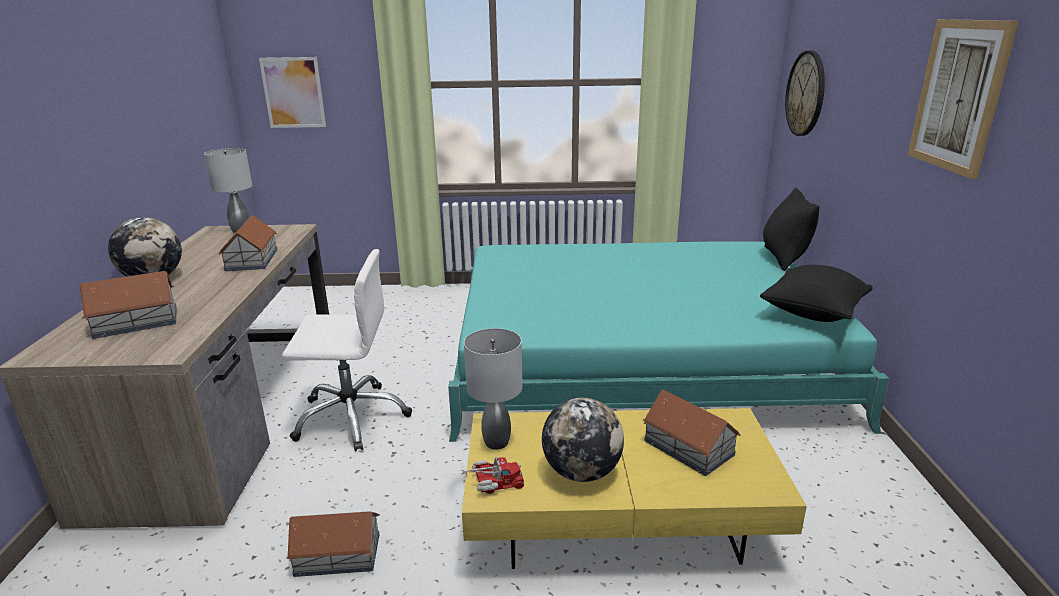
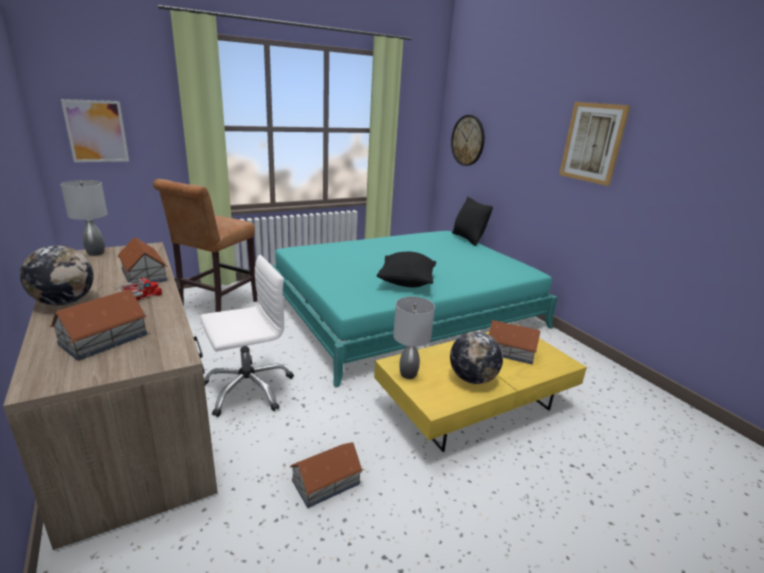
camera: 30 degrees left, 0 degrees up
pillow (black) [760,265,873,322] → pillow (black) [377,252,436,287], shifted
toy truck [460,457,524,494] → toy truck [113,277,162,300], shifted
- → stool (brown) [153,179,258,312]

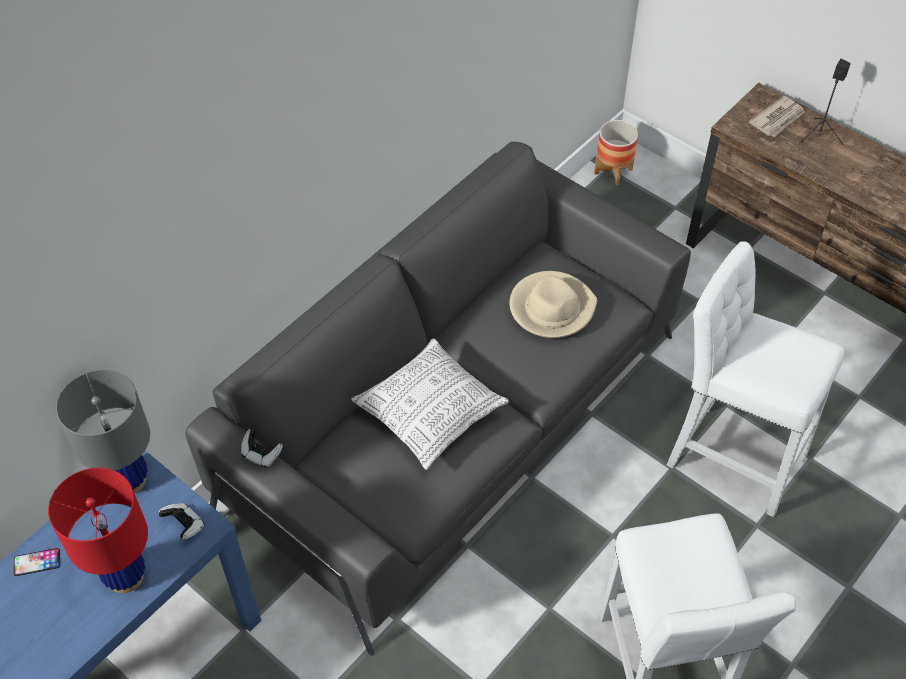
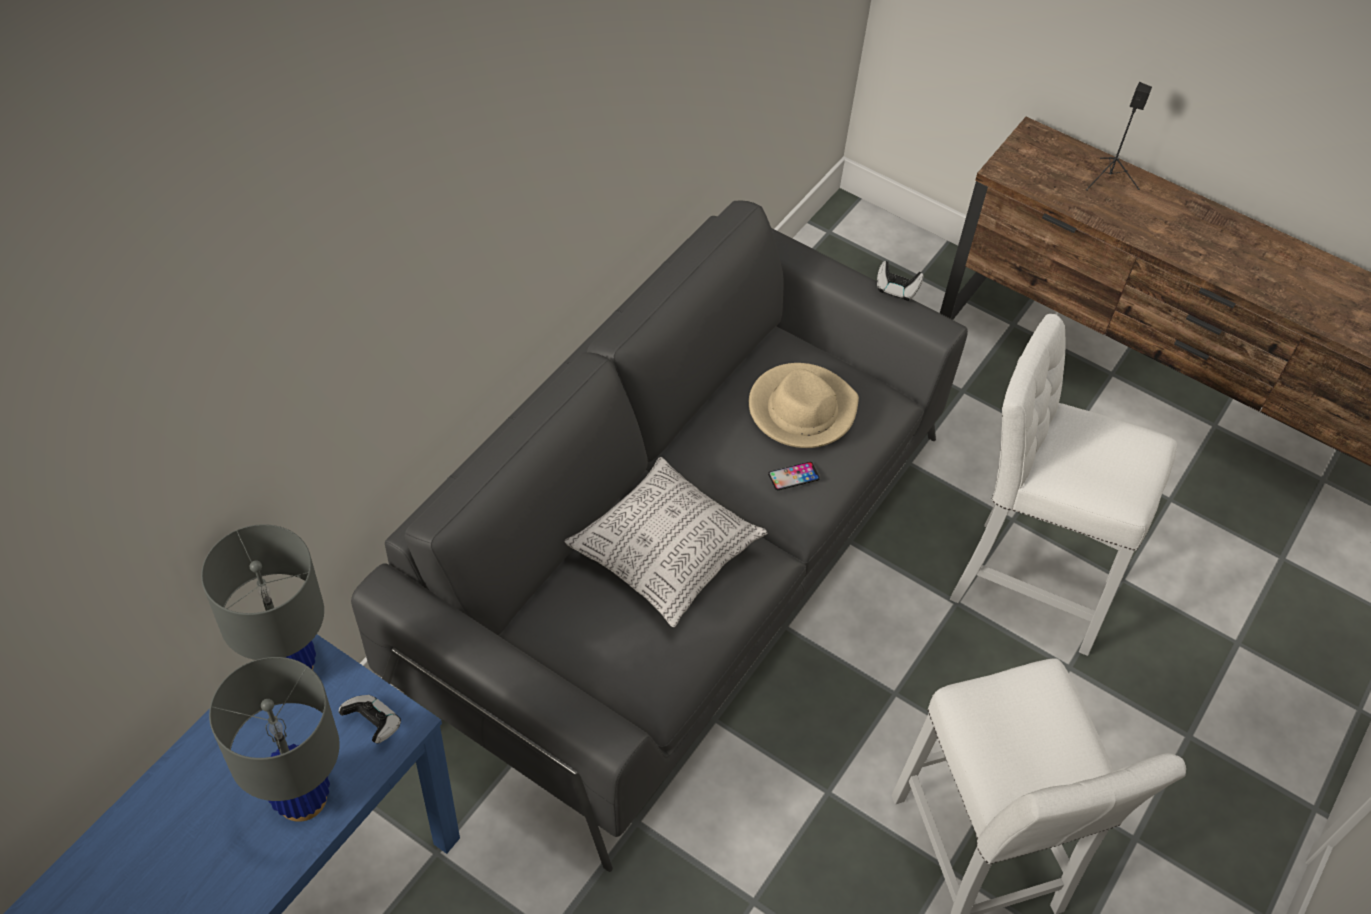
camera: 10 degrees left, 0 degrees up
newspaper [749,96,805,137] → -
planter [594,120,638,185] → -
game controller [241,429,283,468] → game controller [877,261,924,301], shifted
table lamp (red) [48,468,148,593] → table lamp (grey) [209,657,340,822]
phone [14,548,60,576] → phone [768,462,820,490], shifted

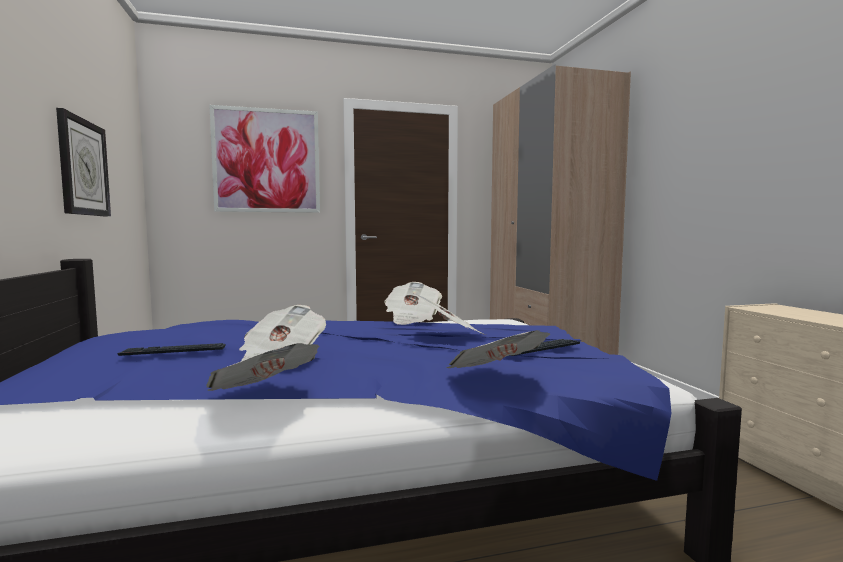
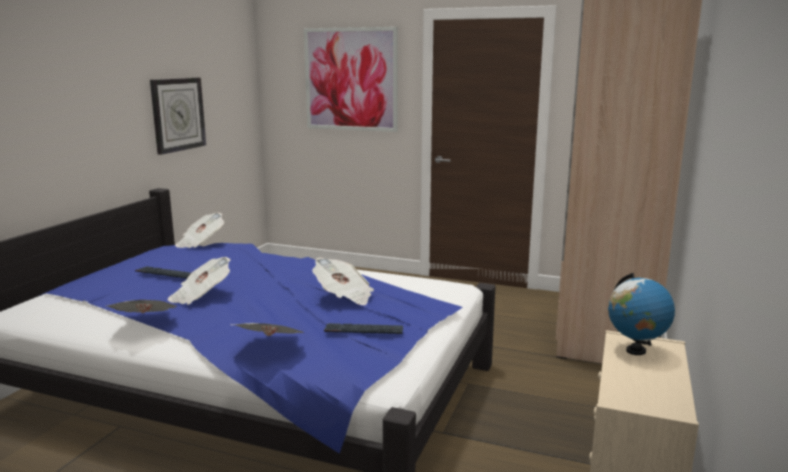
camera: 35 degrees right, 10 degrees up
newspaper [384,282,442,325] → newspaper [175,212,224,248], shifted
- → globe [608,273,675,355]

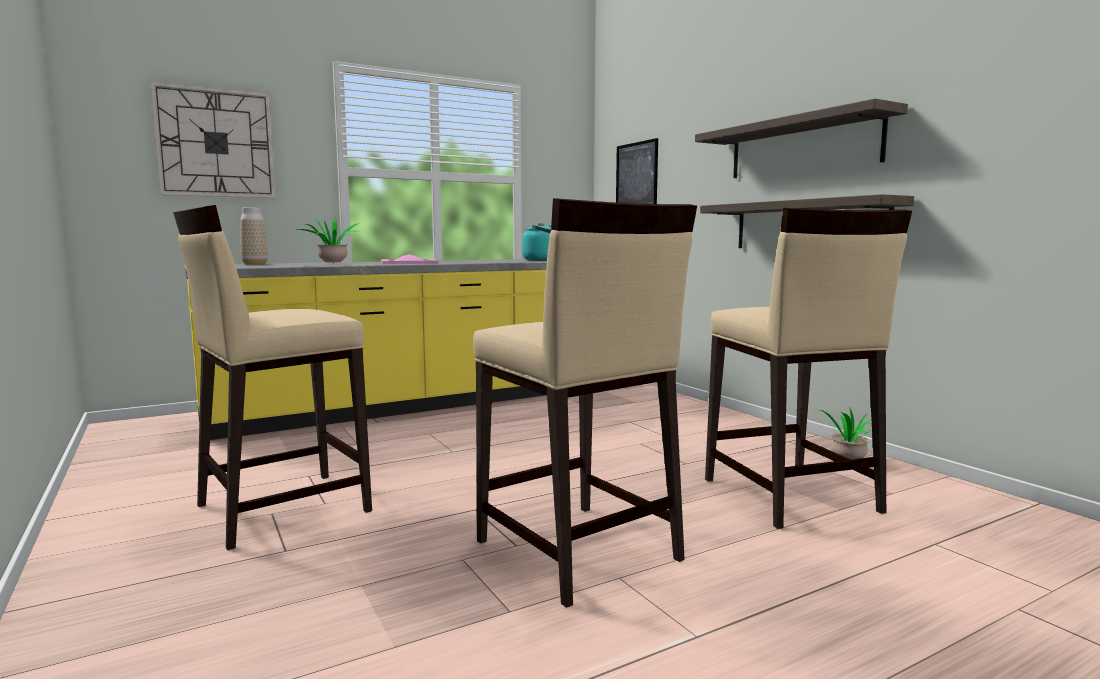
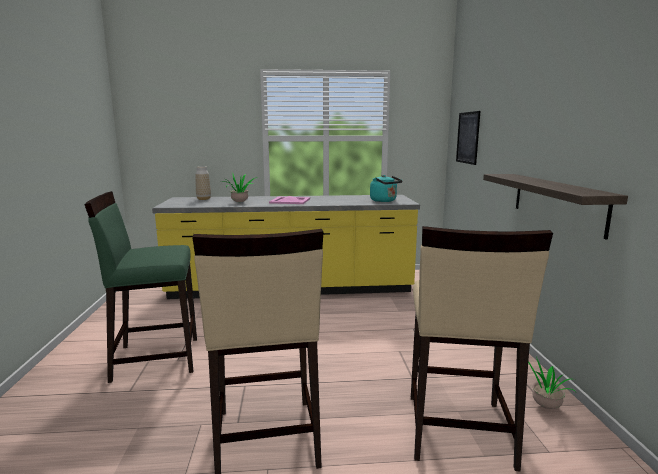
camera: 25 degrees right, 5 degrees up
wall clock [150,82,276,198] → -
shelf [695,99,908,178] → -
stool (beige) [173,205,372,550] → stool (green) [85,191,197,383]

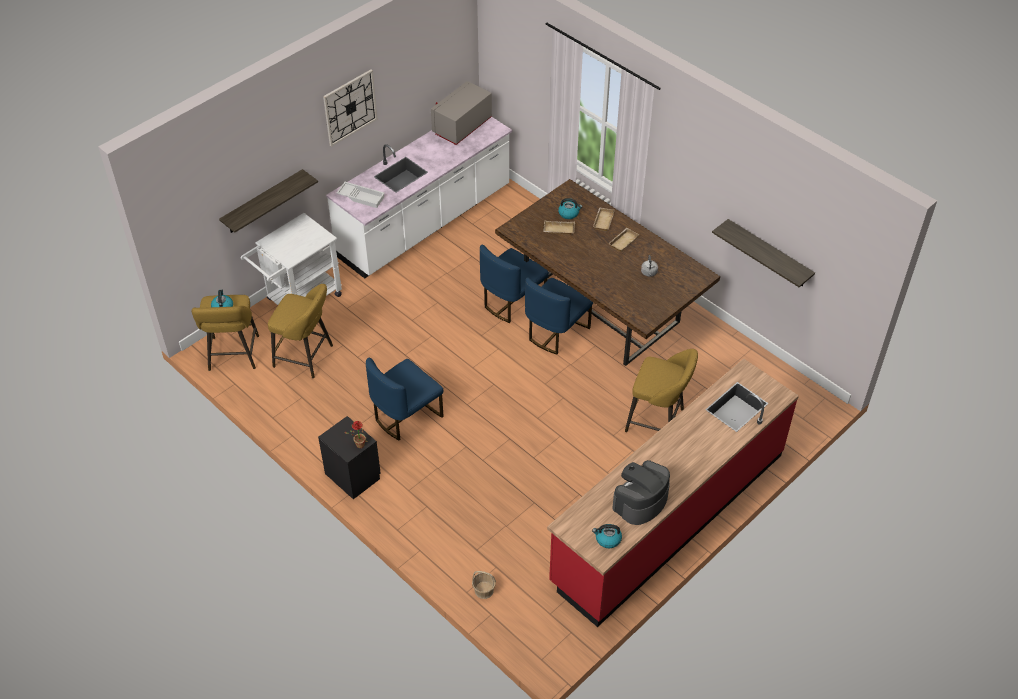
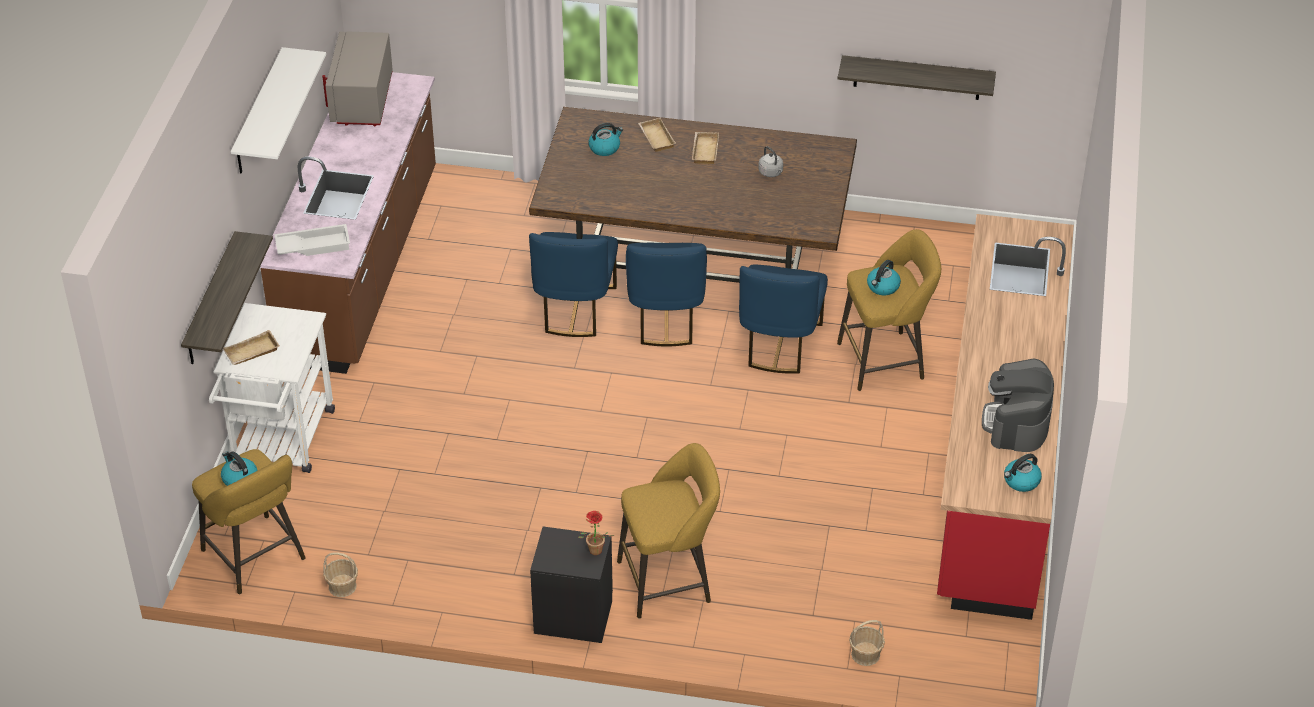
camera: 35 degrees left, 5 degrees down
wall clock [323,69,377,147] → shelf (white) [231,47,326,173]
counter (white) [326,117,512,279] → counter (brown) [260,72,436,374]
tray (beige) [543,221,575,235] → tray (beige) [223,330,280,365], shifted
stool (yellow) [268,284,333,378] → stool (yellow) [617,443,720,619], shifted
chair (blue) [366,358,443,440] → chair (blue) [739,264,828,374], shifted
- → kettle [867,260,901,295]
- → basket [323,552,358,597]

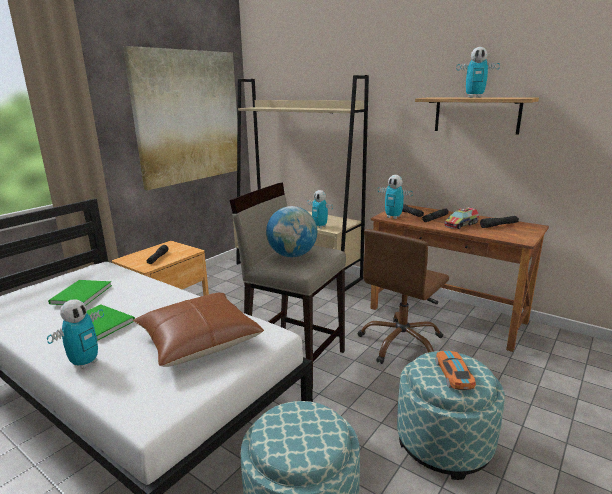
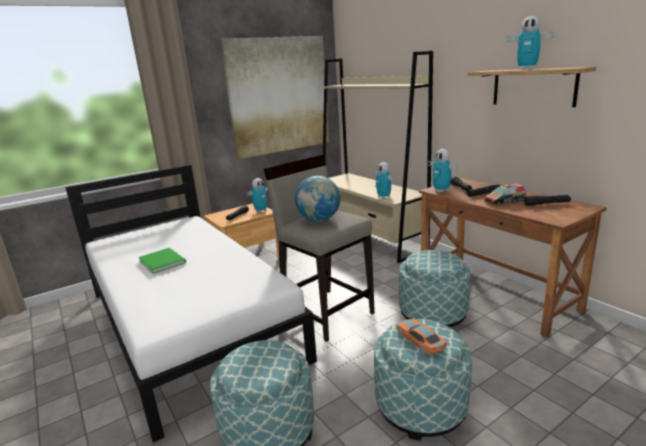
camera: 20 degrees right, 0 degrees up
office chair (brown) [358,229,449,364] → ottoman [399,250,470,327]
book (green) [48,280,112,306] → -
pillow (brown) [132,293,264,367] → -
toy robot [47,299,104,369] → toy robot [246,178,268,213], shifted
toy car [435,351,476,390] → toy car [397,319,447,355], 45 degrees counterclockwise

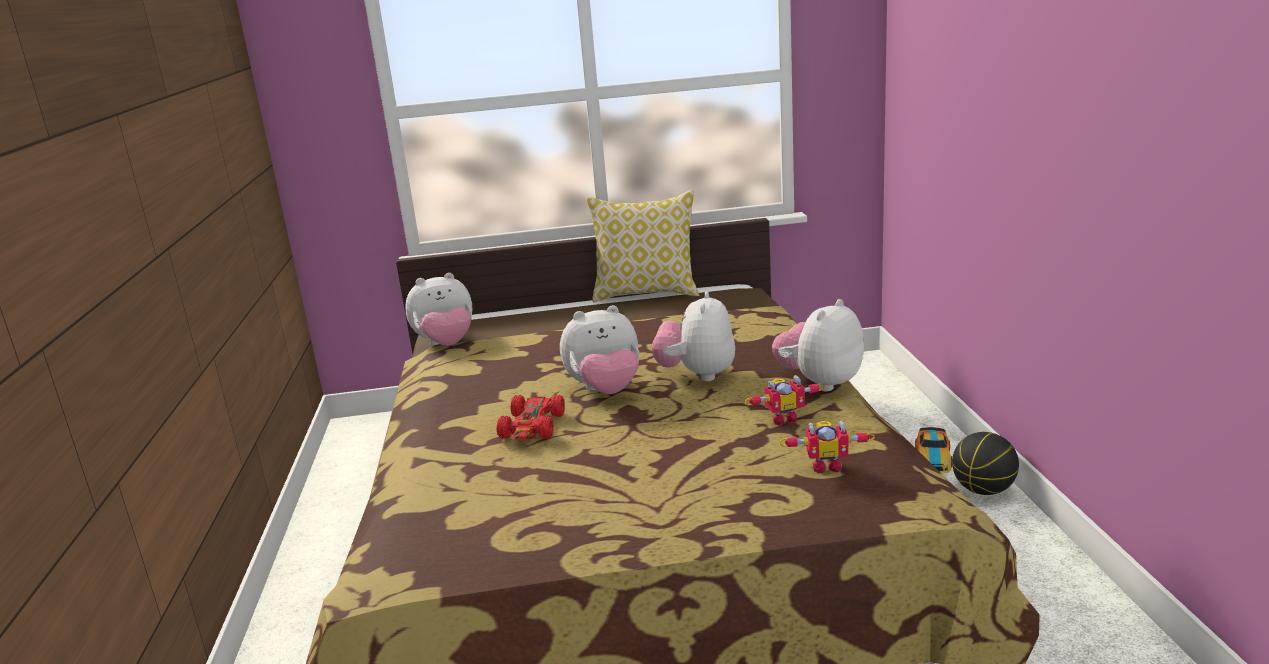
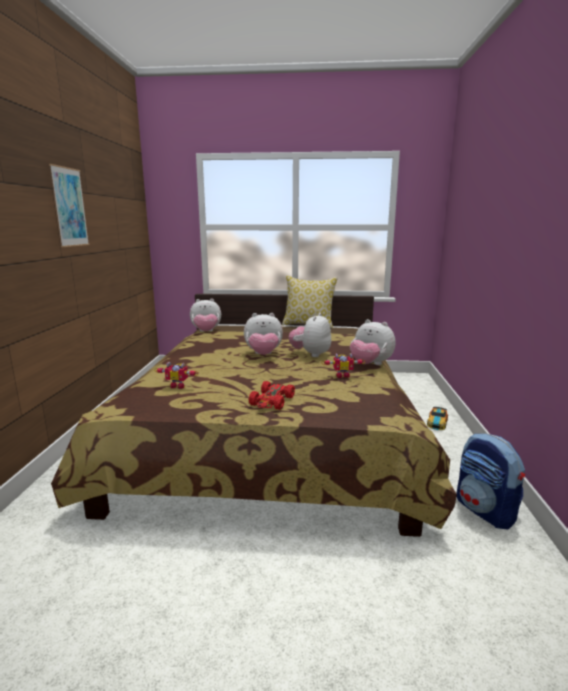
camera: 10 degrees right, 5 degrees down
plush toy [772,299,864,391] → plush toy [350,319,395,365], 105 degrees counterclockwise
toy car (red) [496,395,565,441] → toy car (red) [248,381,295,410], shifted
toy robot [779,420,875,473] → toy robot [154,362,198,389], shifted
basketball [952,432,1019,495] → -
- → picture [49,164,89,247]
- → backpack [456,433,525,530]

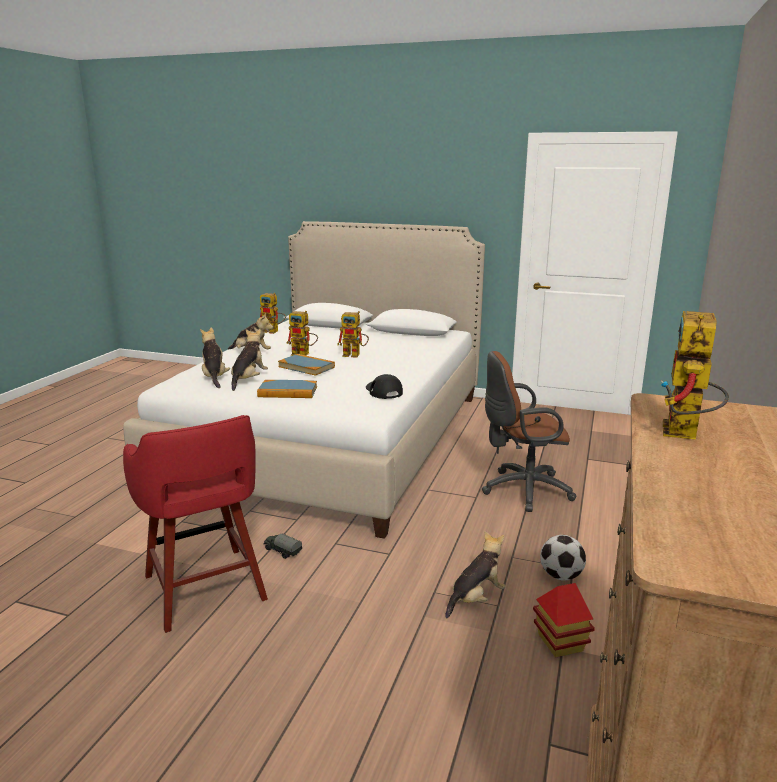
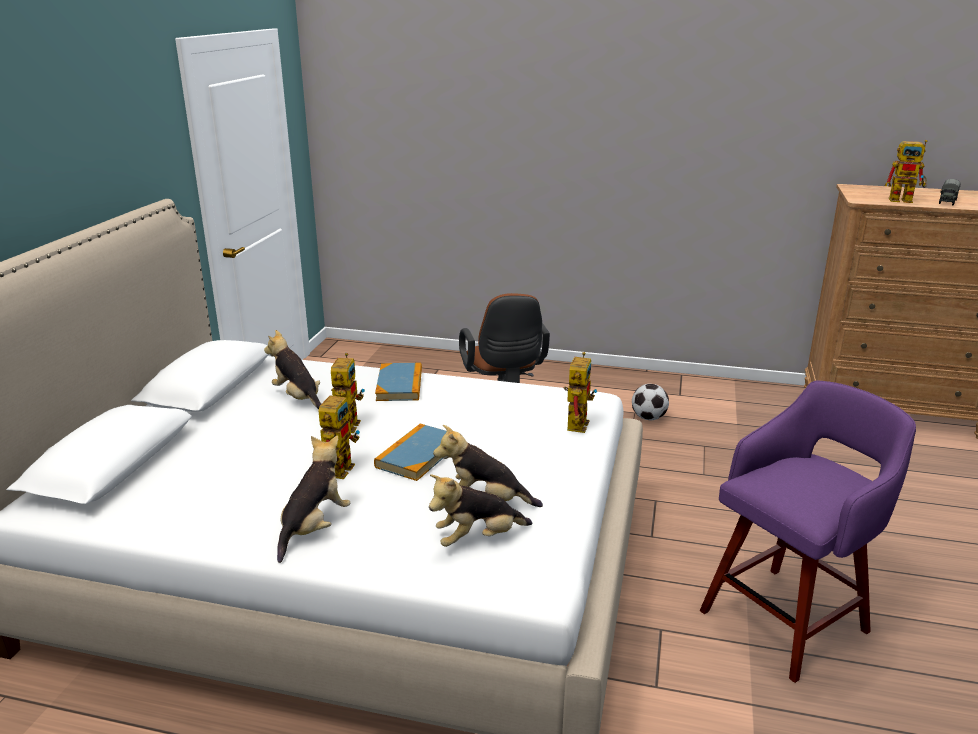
camera: 95 degrees left, 5 degrees up
toy robot [260,293,286,334] → toy robot [563,352,597,433], shifted
cap (black) [366,374,403,399] → -
book [257,380,317,398] → book [375,363,422,401], shifted
stool (red) [123,415,268,633] → stool (purple) [700,381,916,683]
plush toy [445,531,505,618] → plush toy [264,330,321,409], shifted
toy truck [263,533,302,559] → toy truck [939,179,960,205], shifted
toy house [533,583,595,658] → -

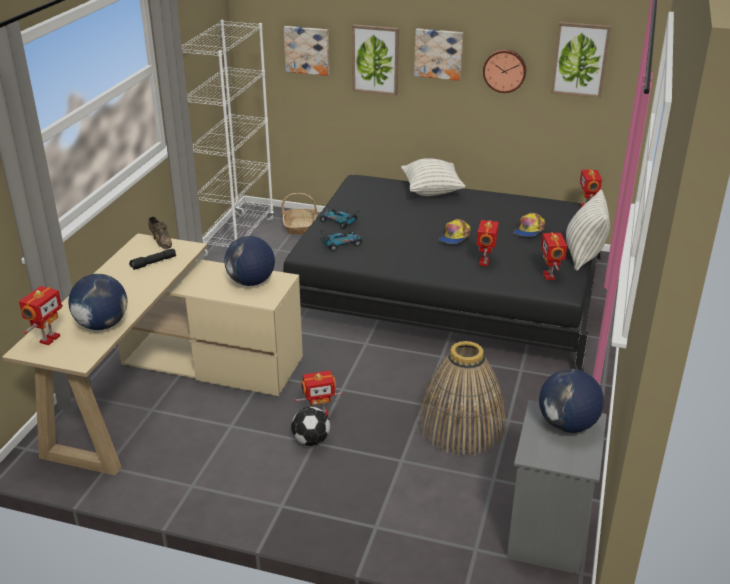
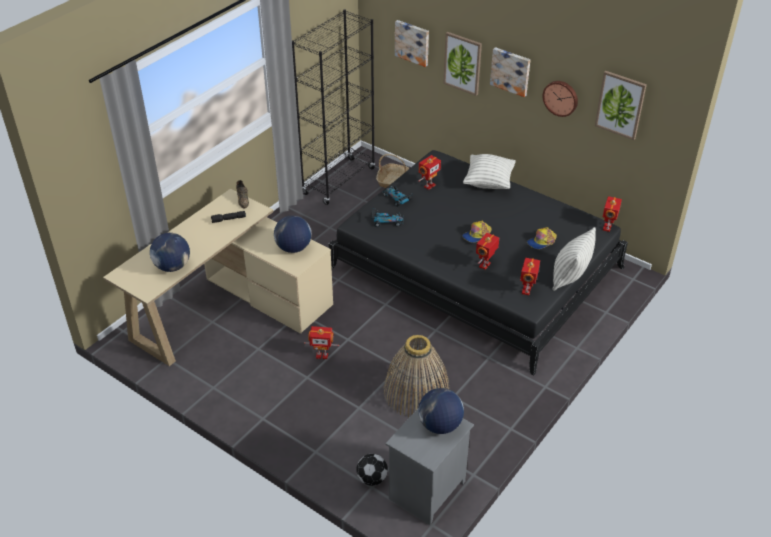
camera: 20 degrees right, 10 degrees up
bookcase (white) [182,20,274,257] → bookcase (black) [292,10,375,205]
toy robot [19,286,63,345] → toy robot [418,155,441,190], shifted
football [291,407,330,446] → football [356,454,388,486], shifted

